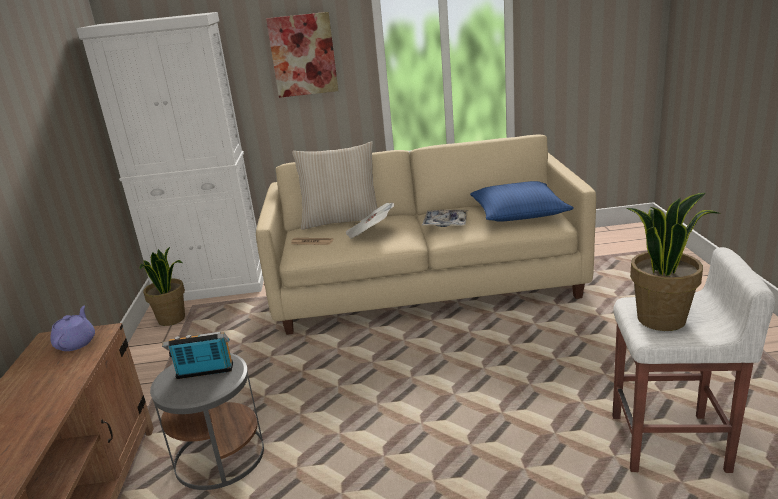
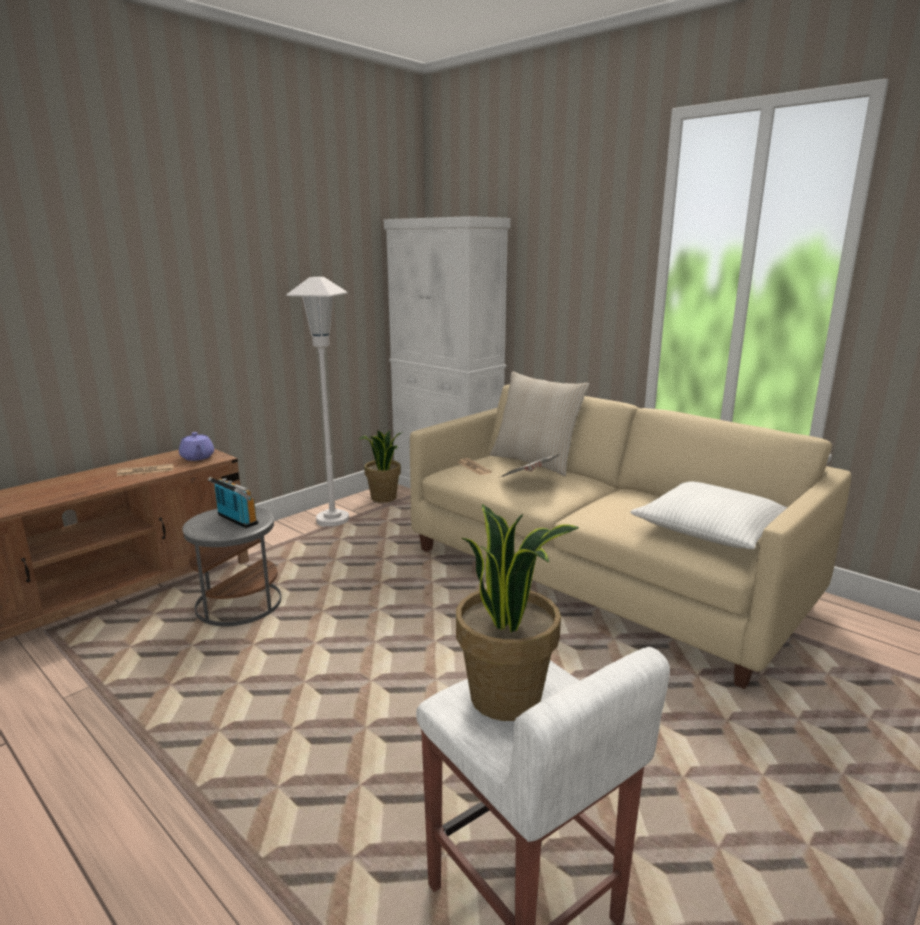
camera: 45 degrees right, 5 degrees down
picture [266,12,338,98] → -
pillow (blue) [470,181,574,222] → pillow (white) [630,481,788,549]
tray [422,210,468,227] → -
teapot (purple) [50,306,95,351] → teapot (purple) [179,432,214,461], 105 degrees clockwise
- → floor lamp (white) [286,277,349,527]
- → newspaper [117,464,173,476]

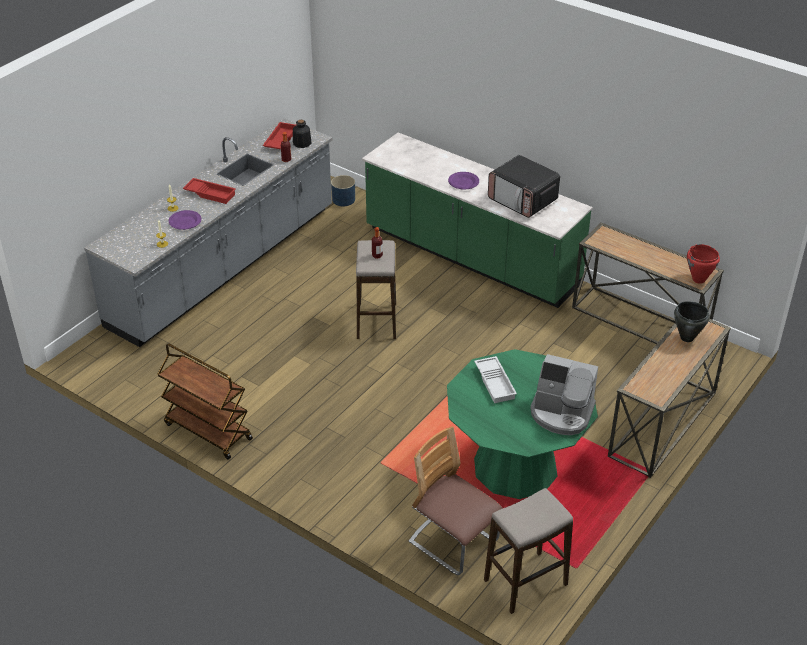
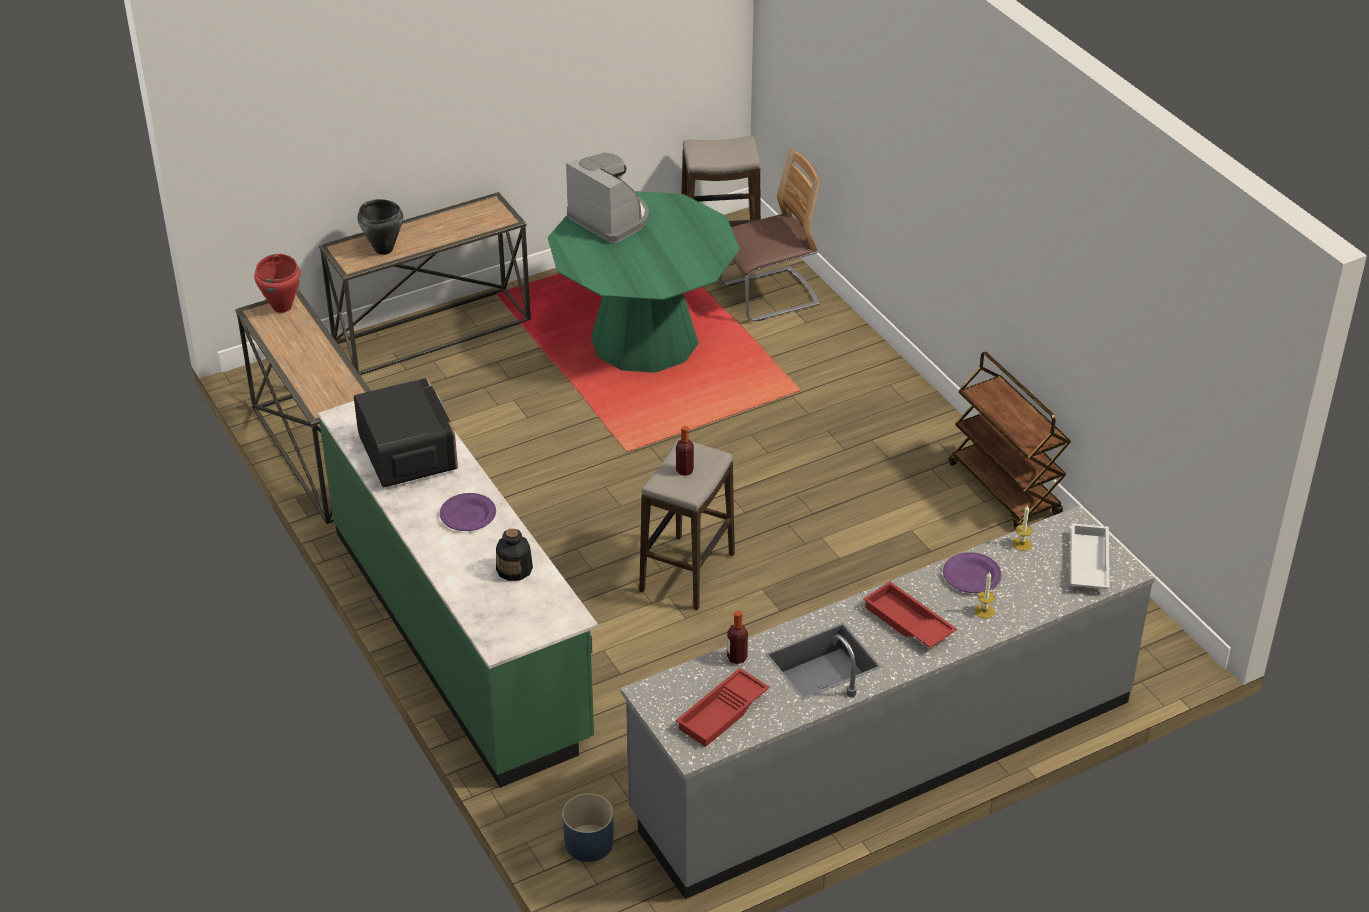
camera: 155 degrees left, 0 degrees up
bottle [293,120,311,148] → bottle [496,529,533,581], shifted
tray (white) [474,356,517,403] → tray (white) [1071,523,1109,589], shifted
chair [409,426,503,575] → chair [719,149,820,321], 90 degrees counterclockwise

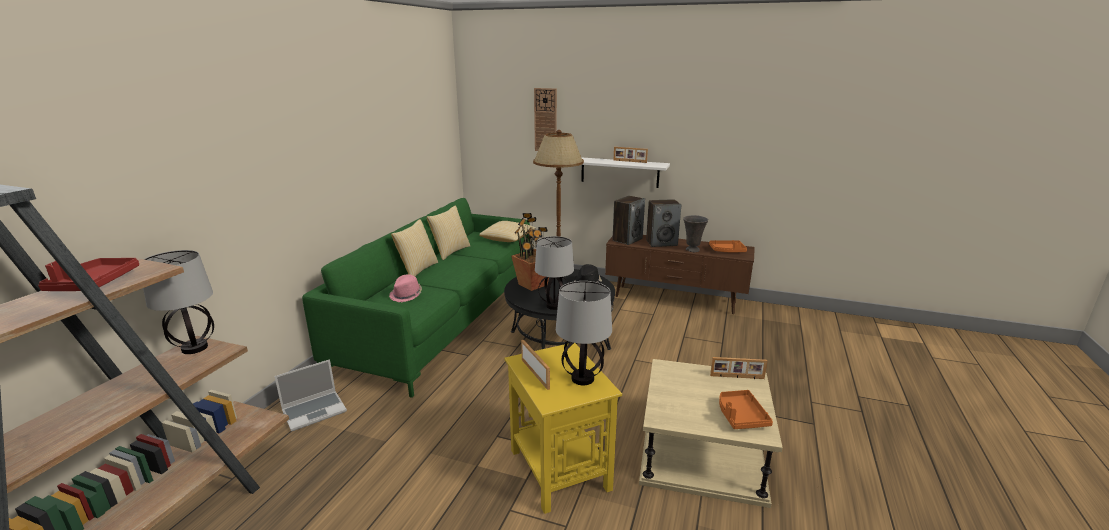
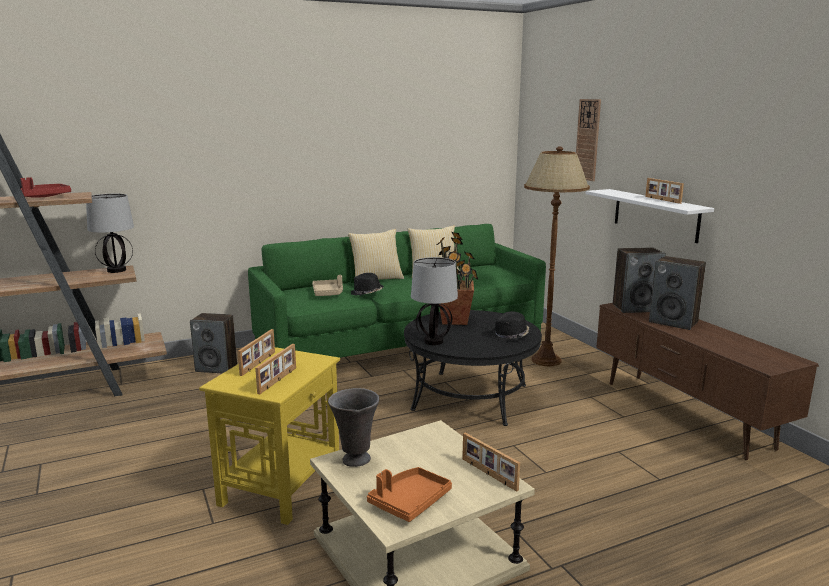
camera: 45 degrees right, 5 degrees down
vase (grey) [683,215,708,252] → vase (grey) [328,388,379,467], shifted
pillow [479,221,536,242] → -
tray (orange) [709,240,747,252] → -
hat (pink) [389,275,422,302] → tray (beige) [312,275,343,296]
table lamp [556,281,612,386] → picture frame [255,344,296,394]
laptop [274,359,347,431] → speaker [190,313,237,373]
- → hat (black) [351,273,384,296]

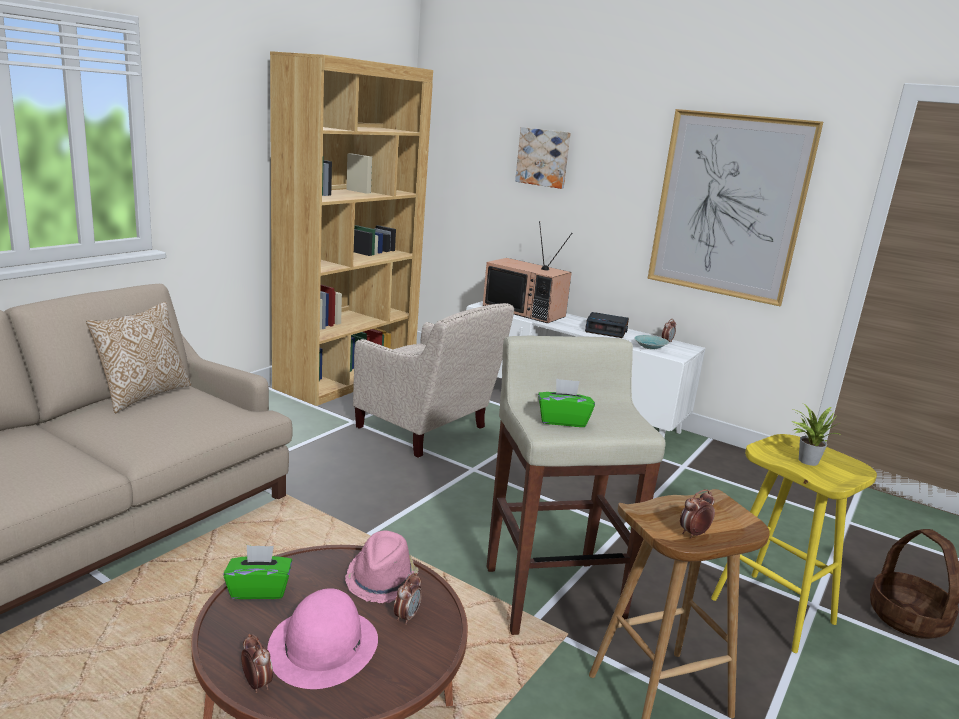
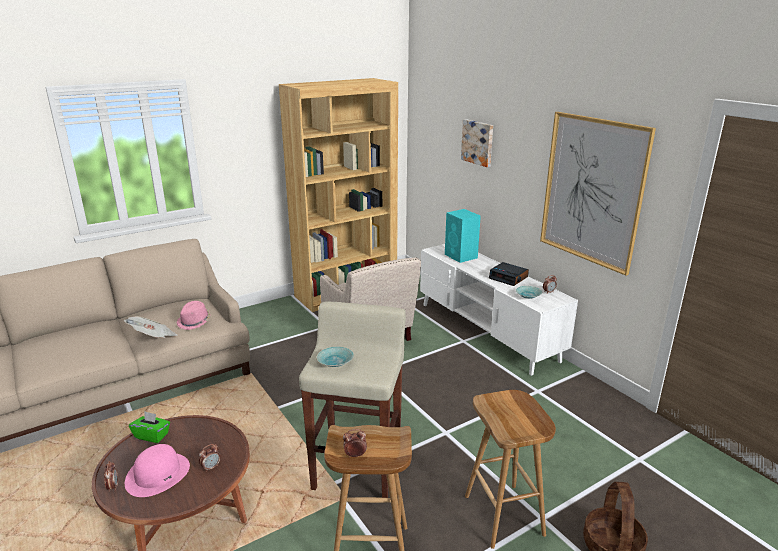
camera: 25 degrees right, 5 degrees up
television [483,221,573,323] → speaker (turquoise) [445,209,481,263]
pillow [86,302,192,413] → -
tissue box (green) [538,378,595,427] → bowl (turquoise) [317,347,354,367]
potted plant [791,403,840,466] → -
stool (yellow) [711,434,877,653] → stool (brown) [465,390,556,549]
hat (pink) [345,530,419,603] → hat (pink) [177,301,210,330], shifted
- → newspaper [123,316,178,338]

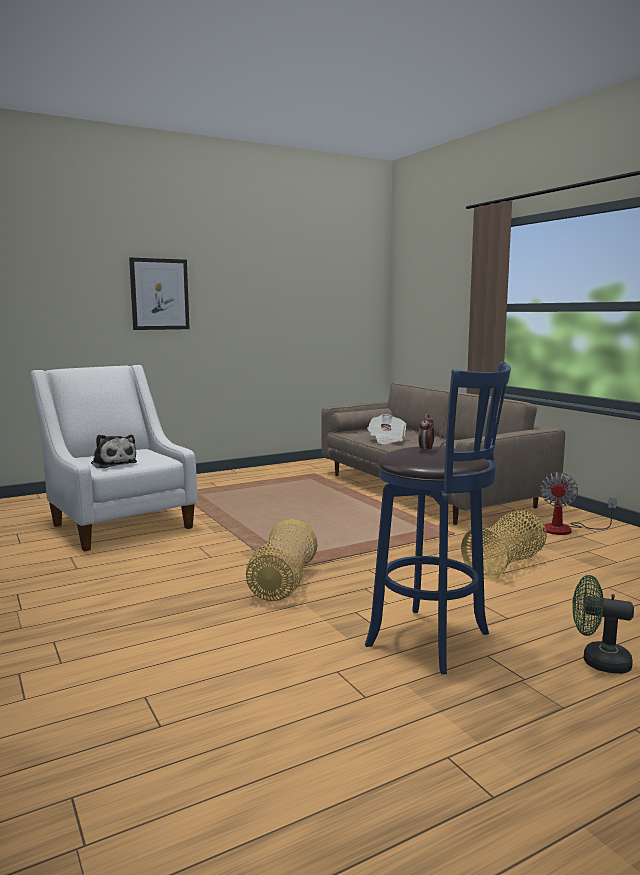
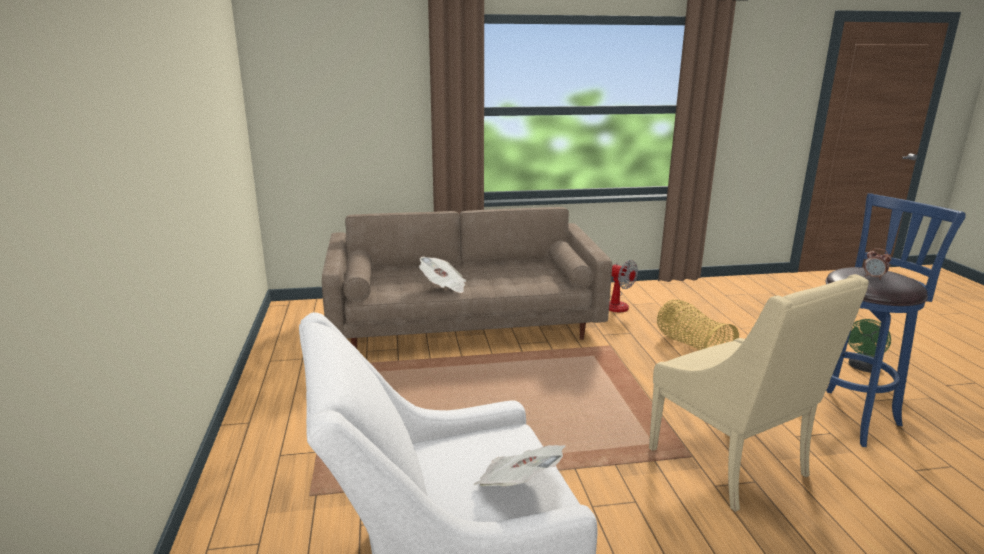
camera: 70 degrees left, 10 degrees up
picture [129,257,190,330] → -
plush toy [91,435,137,468] → newspaper [474,445,565,486]
basket [246,519,318,601] → armchair (beige) [649,274,869,512]

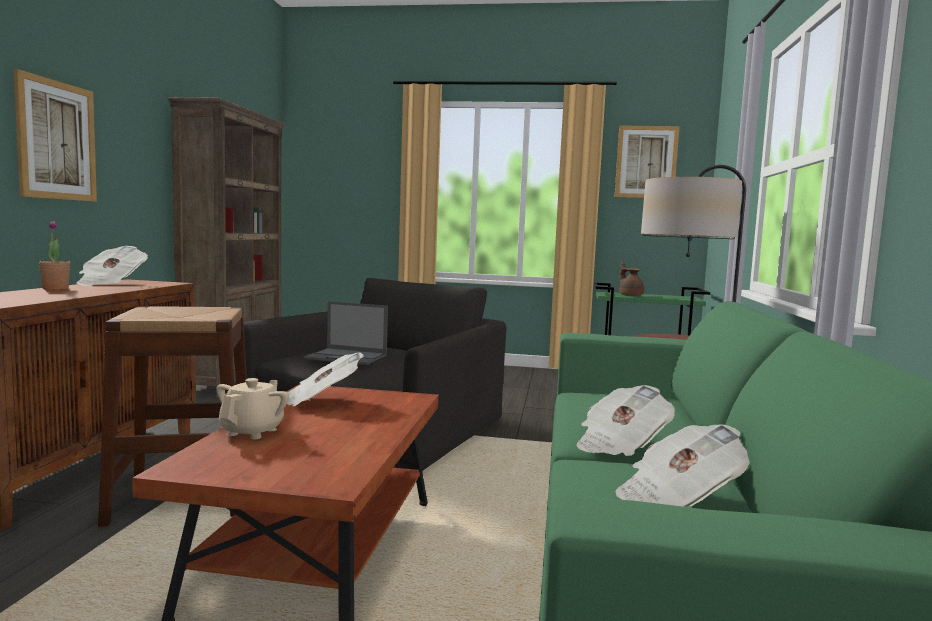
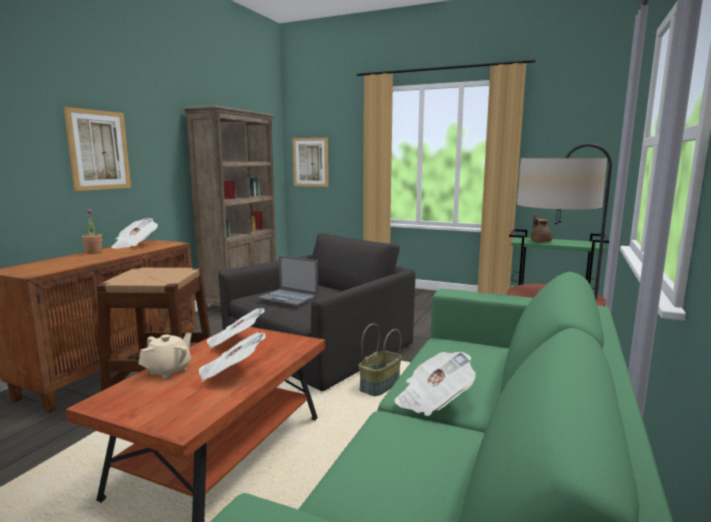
camera: 15 degrees right, 5 degrees up
picture [615,125,680,198] → picture [292,138,328,187], shifted
newspaper [615,424,750,507] → newspaper [199,332,266,382], shifted
- → basket [358,324,402,396]

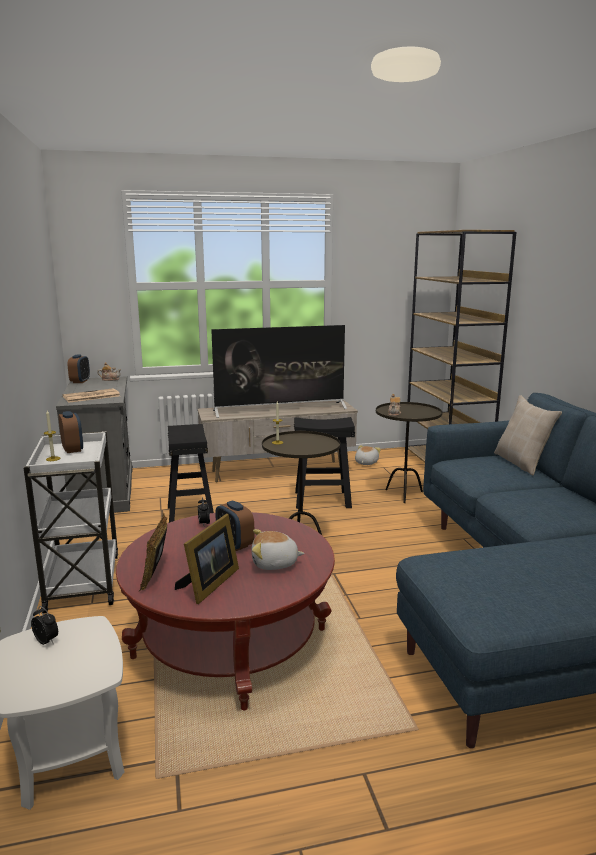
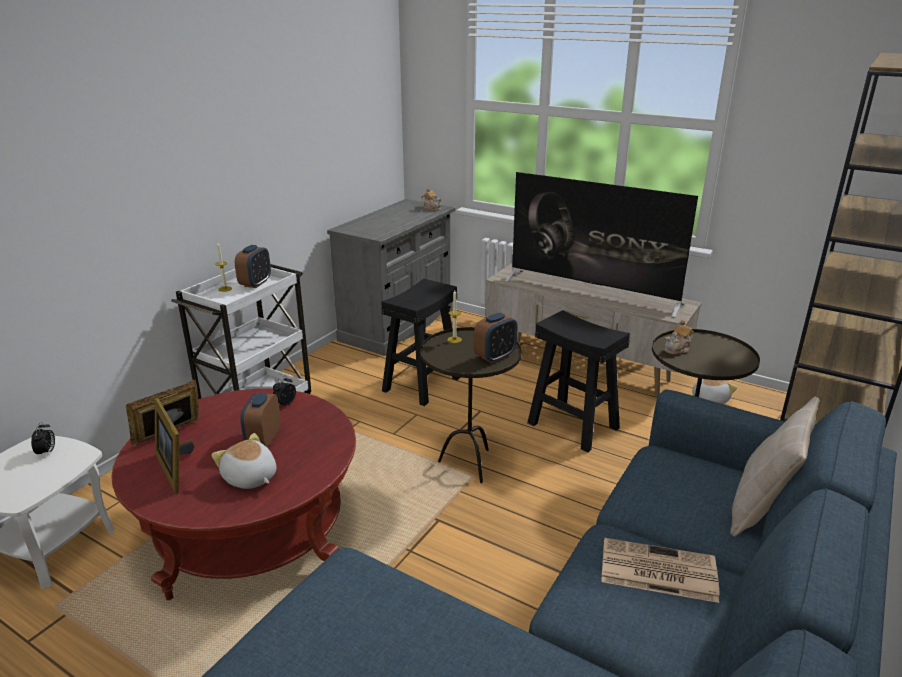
camera: 45 degrees right, 10 degrees up
alarm clock [68,354,90,383] → alarm clock [474,313,517,363], shifted
newspaper [63,388,120,403] → newspaper [601,538,719,603], shifted
picture frame [175,514,239,604] → picture frame [155,398,194,493], 75 degrees clockwise

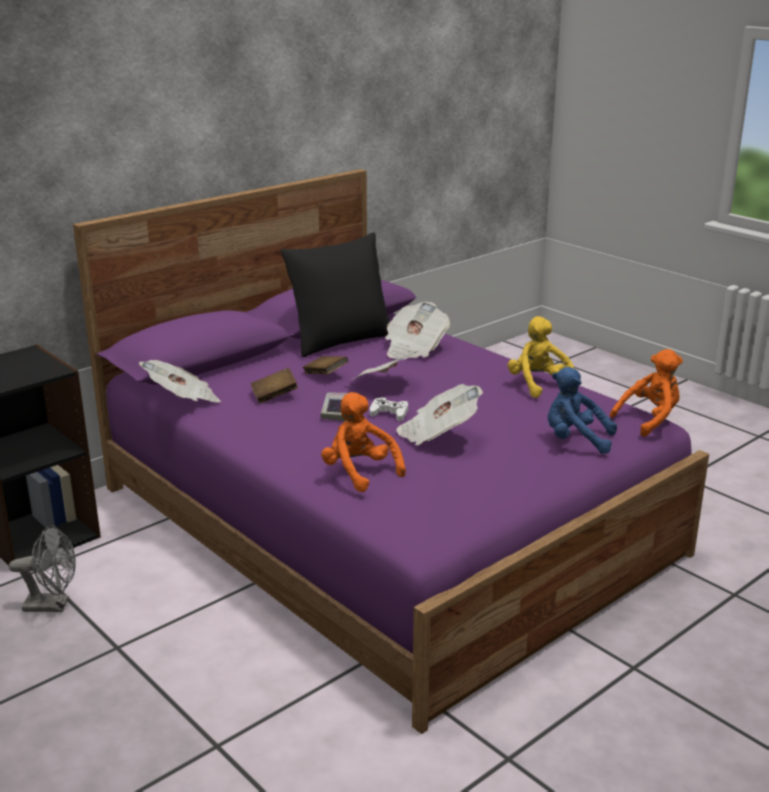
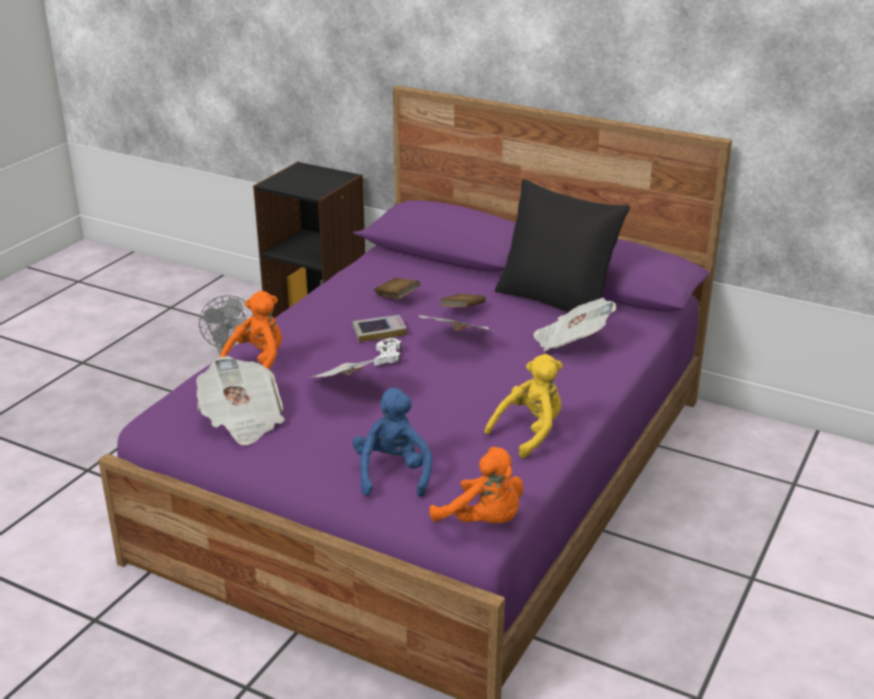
camera: 70 degrees right, 5 degrees up
newspaper [139,360,221,402] → newspaper [196,356,285,446], shifted

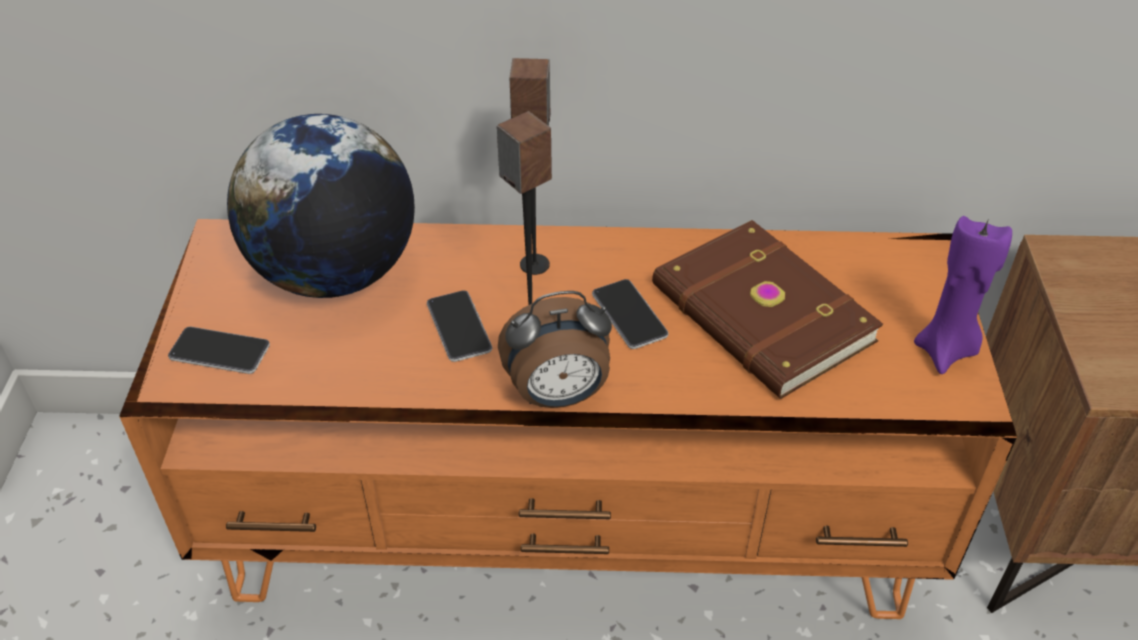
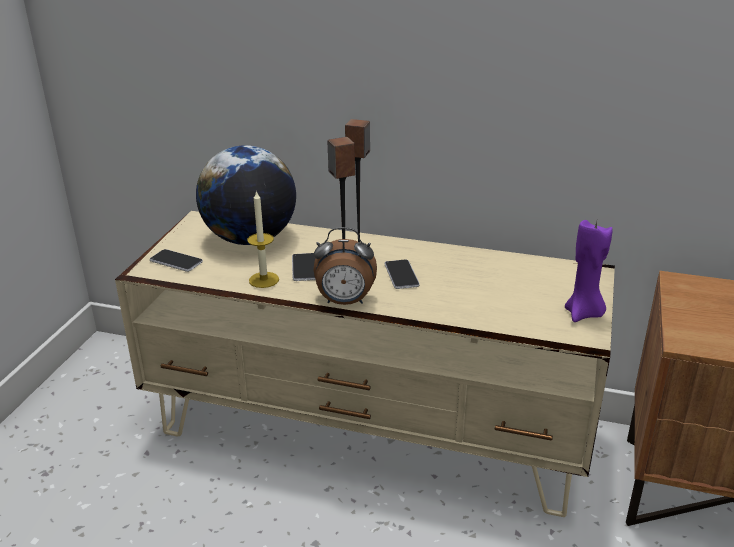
camera: 15 degrees right, 15 degrees down
tv stand (orange) [119,219,1017,619] → tv stand (beige) [115,211,615,517]
book (brown) [652,220,883,399] → -
- → candle [247,190,279,288]

